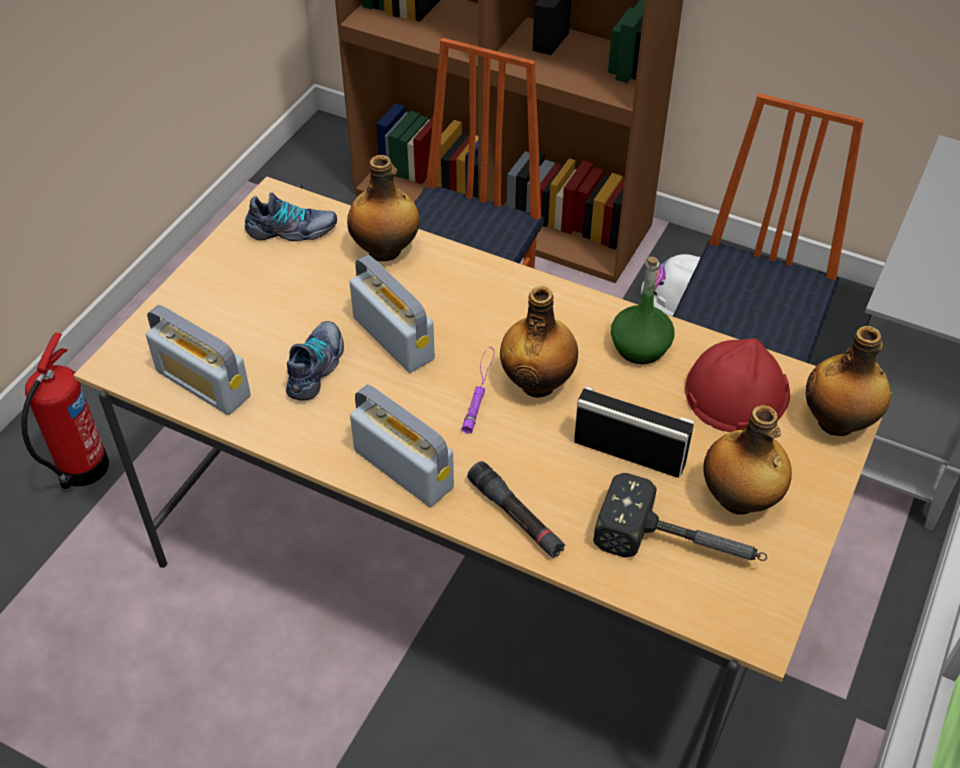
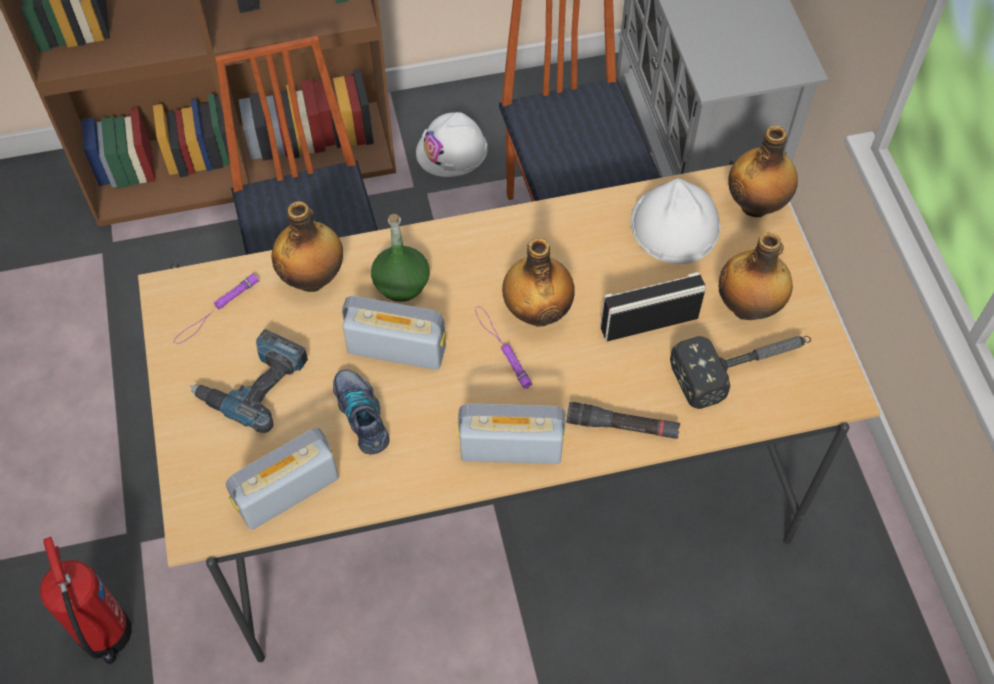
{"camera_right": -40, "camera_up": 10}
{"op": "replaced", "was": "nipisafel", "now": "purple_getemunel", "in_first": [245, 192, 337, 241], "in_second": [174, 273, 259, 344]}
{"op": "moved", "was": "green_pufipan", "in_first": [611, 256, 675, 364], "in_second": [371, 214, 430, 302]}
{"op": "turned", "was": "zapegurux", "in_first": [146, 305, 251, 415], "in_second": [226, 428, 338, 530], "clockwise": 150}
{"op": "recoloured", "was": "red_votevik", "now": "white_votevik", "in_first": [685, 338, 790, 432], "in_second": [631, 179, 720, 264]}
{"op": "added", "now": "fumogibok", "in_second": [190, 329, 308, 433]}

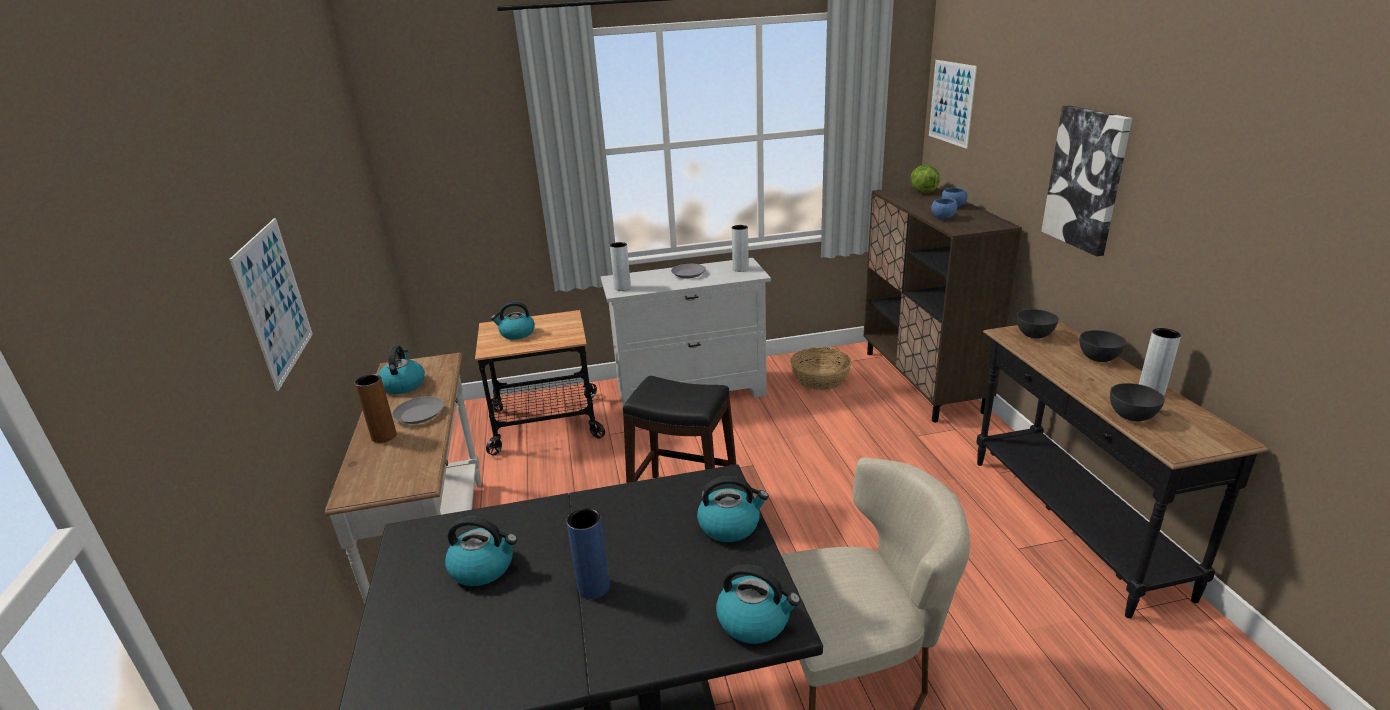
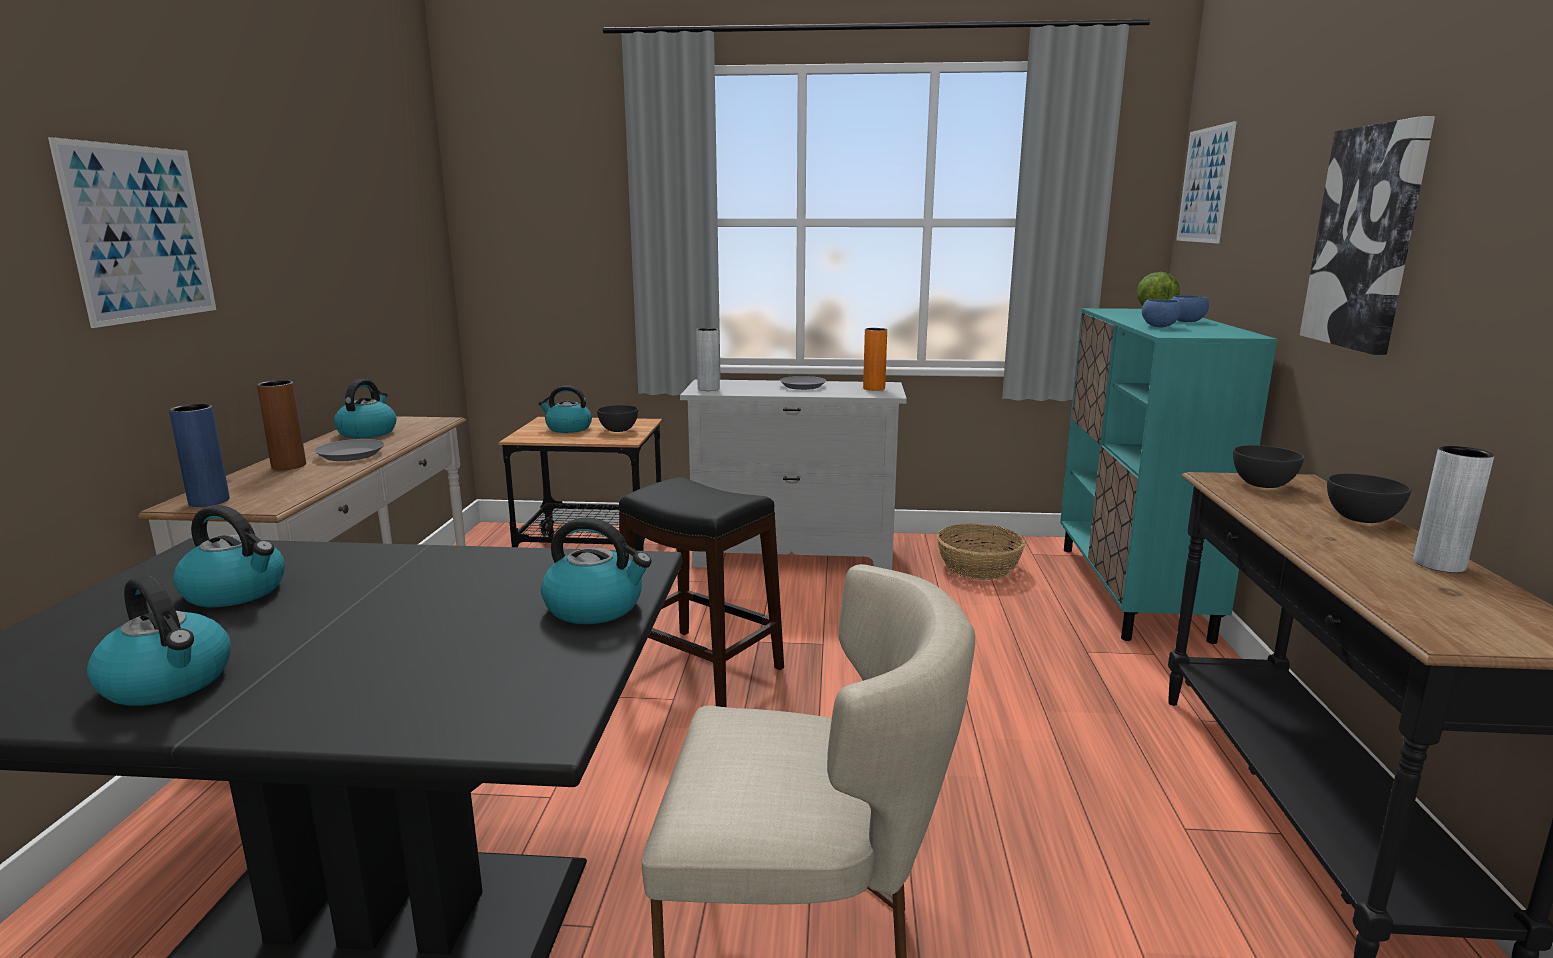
{"camera_right": 15, "camera_up": -10}
{"op": "recoloured", "was": "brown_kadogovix", "now": "turquoise_kadogovix", "in_first": [864, 186, 1022, 422], "in_second": [1060, 308, 1277, 644]}
{"op": "recoloured", "was": "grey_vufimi", "now": "orange_vufimi", "in_first": [731, 225, 749, 272], "in_second": [863, 328, 887, 391]}
{"op": "moved", "was": "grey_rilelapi", "in_first": [1110, 383, 1165, 421], "in_second": [597, 405, 638, 432]}
{"op": "moved", "was": "blue_vufimi", "in_first": [566, 508, 610, 599], "in_second": [169, 404, 230, 507]}
{"op": "moved", "was": "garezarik", "in_first": [716, 564, 800, 644], "in_second": [87, 575, 231, 706]}

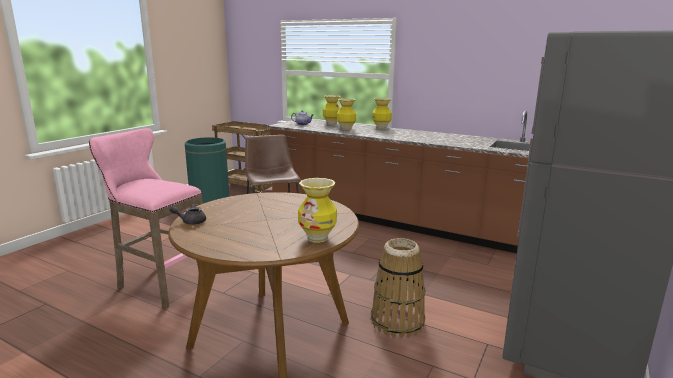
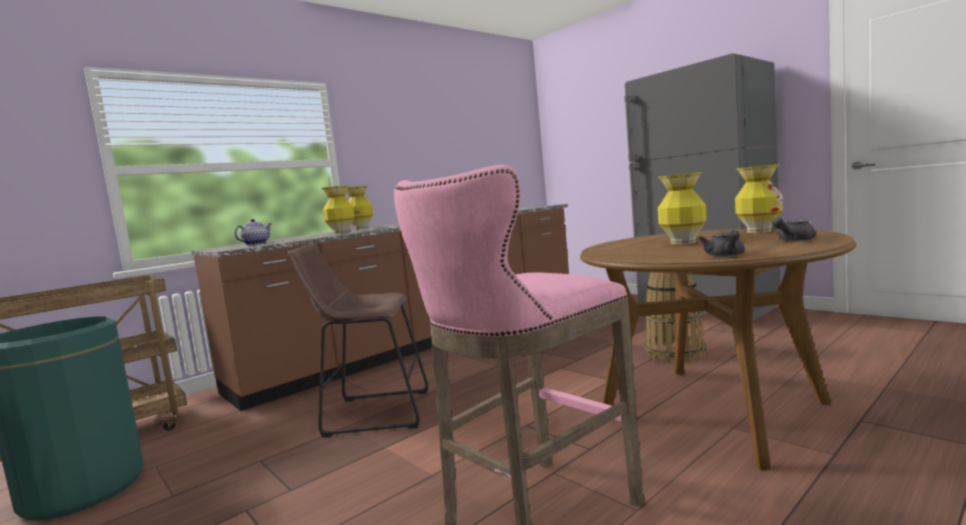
{"camera_right": -70, "camera_up": -10}
{"op": "moved", "was": "vufimi", "in_first": [323, 95, 341, 125], "in_second": [658, 172, 707, 244]}
{"op": "added", "now": "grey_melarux", "in_second": [772, 218, 816, 241]}

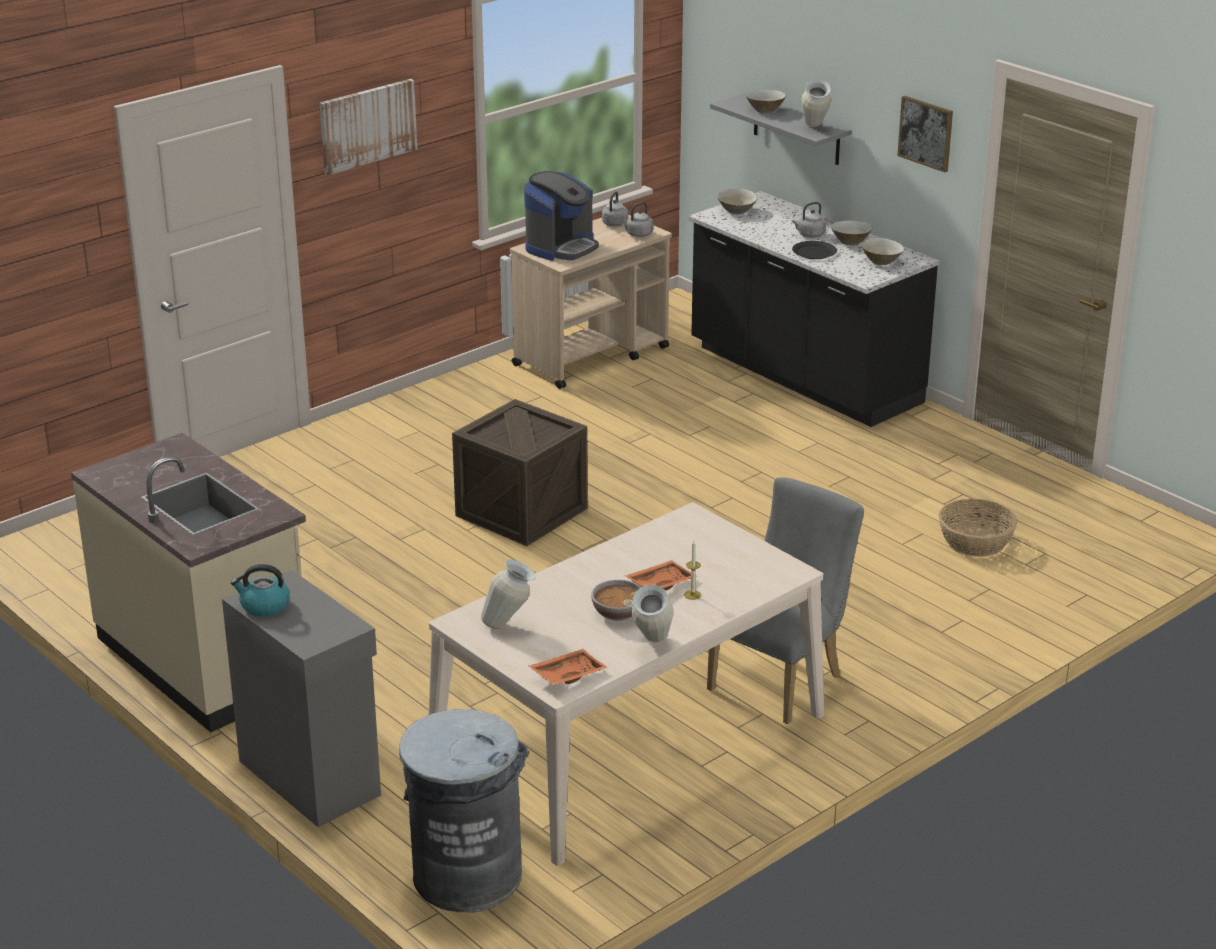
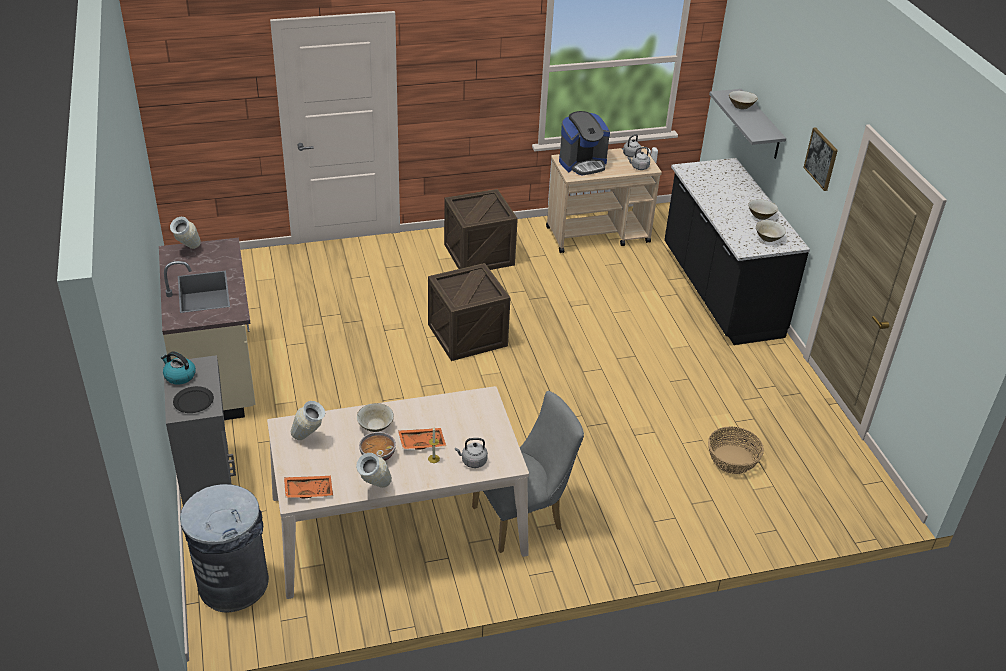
{"camera_right": 25, "camera_up": 10}
{"op": "removed", "was": "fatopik", "in_first": [320, 79, 417, 175]}
{"op": "moved", "was": "vufimi", "in_first": [801, 79, 831, 127], "in_second": [170, 217, 201, 249]}
{"op": "moved", "was": "beige_rilelapi", "in_first": [717, 189, 757, 214], "in_second": [357, 403, 394, 432]}
{"op": "moved", "was": "grey_garezarik", "in_first": [792, 202, 826, 238], "in_second": [455, 438, 488, 468]}
{"op": "moved", "was": "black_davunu", "in_first": [792, 241, 837, 259], "in_second": [173, 386, 214, 413]}
{"op": "added", "now": "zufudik", "in_second": [444, 189, 518, 270]}

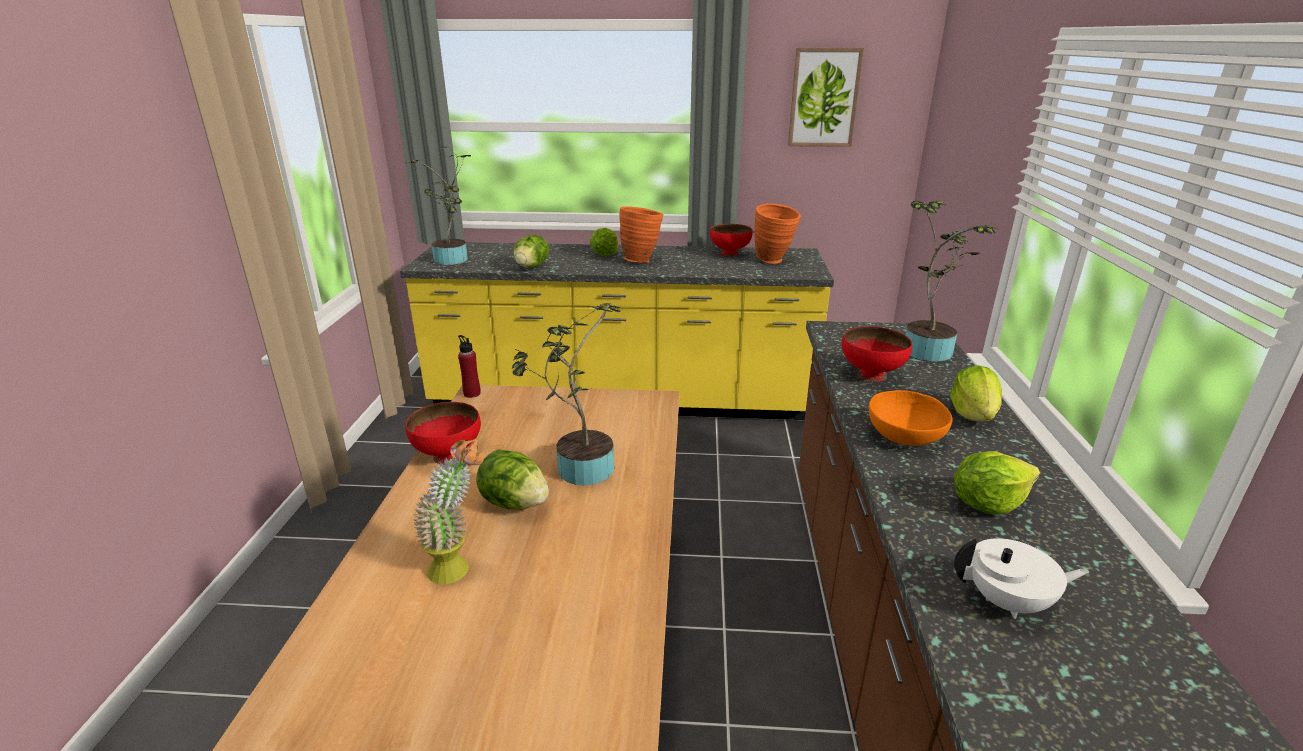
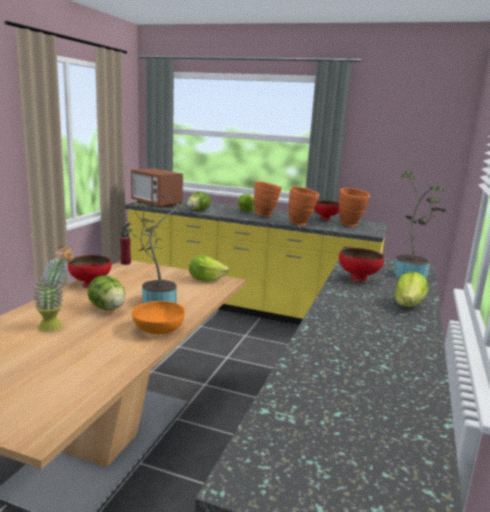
{"camera_right": 15, "camera_up": -10}
{"op": "removed", "was": "fatopik", "in_first": [788, 48, 864, 147]}
{"op": "replaced", "was": "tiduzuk", "now": "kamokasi", "in_first": [405, 146, 471, 265], "in_second": [131, 168, 183, 208]}
{"op": "moved", "was": "orange_rilelapi", "in_first": [869, 390, 952, 446], "in_second": [132, 301, 185, 334]}
{"op": "moved", "was": "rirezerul", "in_first": [954, 451, 1040, 515], "in_second": [189, 255, 229, 282]}
{"op": "removed", "was": "white_melarux", "in_first": [954, 538, 1089, 619]}
{"op": "added", "now": "orange_vufimi", "in_second": [289, 187, 320, 226]}

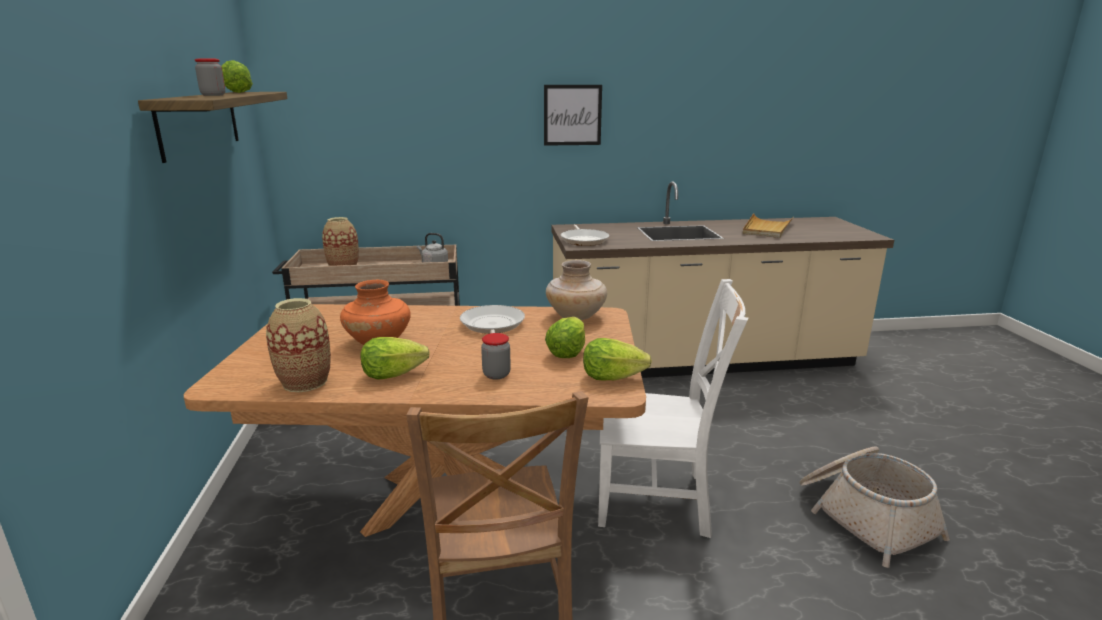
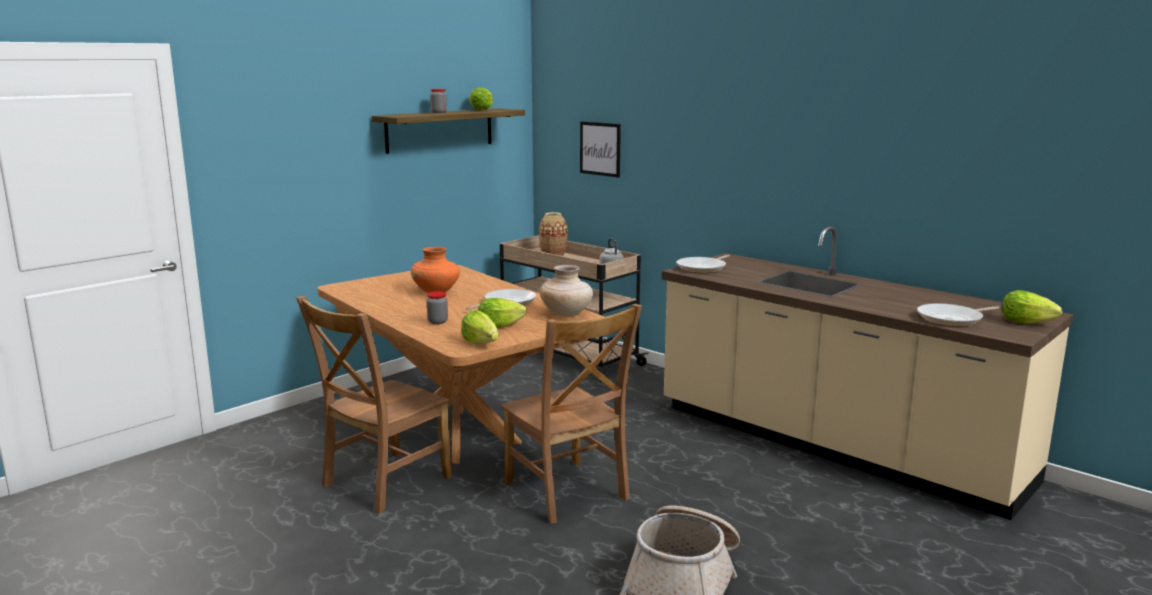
{"camera_right": 50, "camera_up": -5}
{"op": "moved", "was": "fatopik", "in_first": [544, 85, 602, 146], "in_second": [580, 121, 621, 177]}
{"op": "removed", "was": "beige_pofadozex", "in_first": [743, 213, 793, 238]}
{"op": "recoloured", "was": "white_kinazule", "now": "brown_kinazule", "in_first": [598, 279, 748, 538], "in_second": [501, 304, 642, 524]}
{"op": "removed", "was": "vufimi", "in_first": [266, 298, 331, 392]}
{"op": "moved", "was": "rirezerul", "in_first": [360, 337, 430, 380], "in_second": [1002, 290, 1062, 324]}
{"op": "added", "now": "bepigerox", "in_second": [917, 303, 999, 327]}

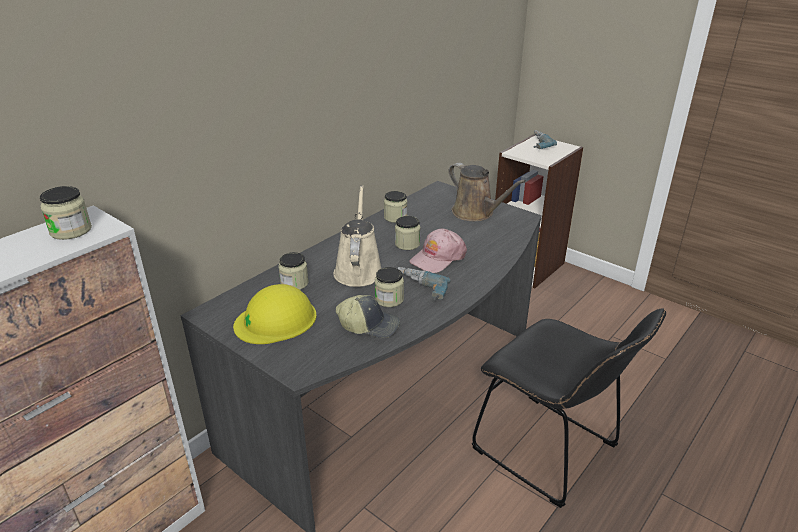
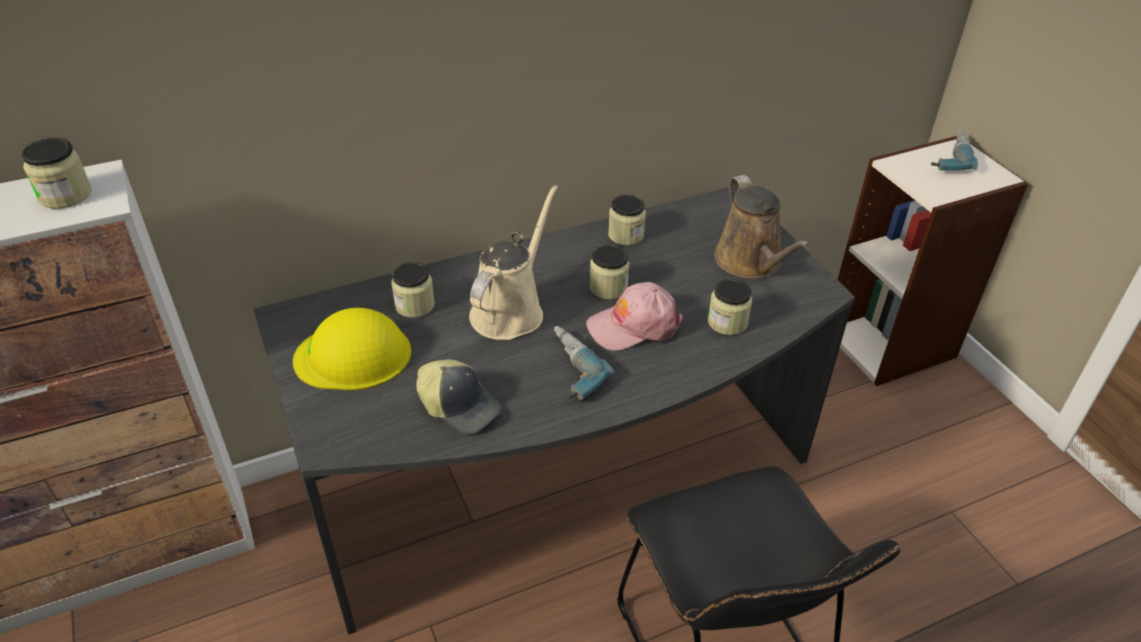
{"camera_right": 25, "camera_up": 10}
{"op": "moved", "was": "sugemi", "in_first": [375, 267, 404, 307], "in_second": [708, 279, 752, 335]}

